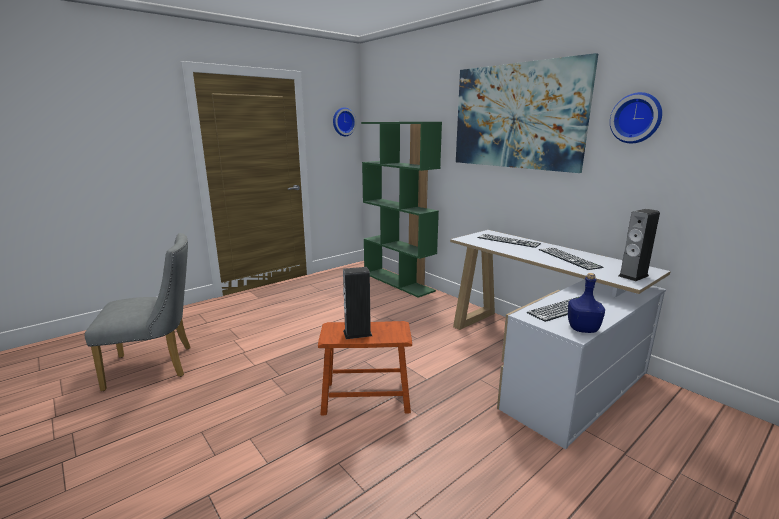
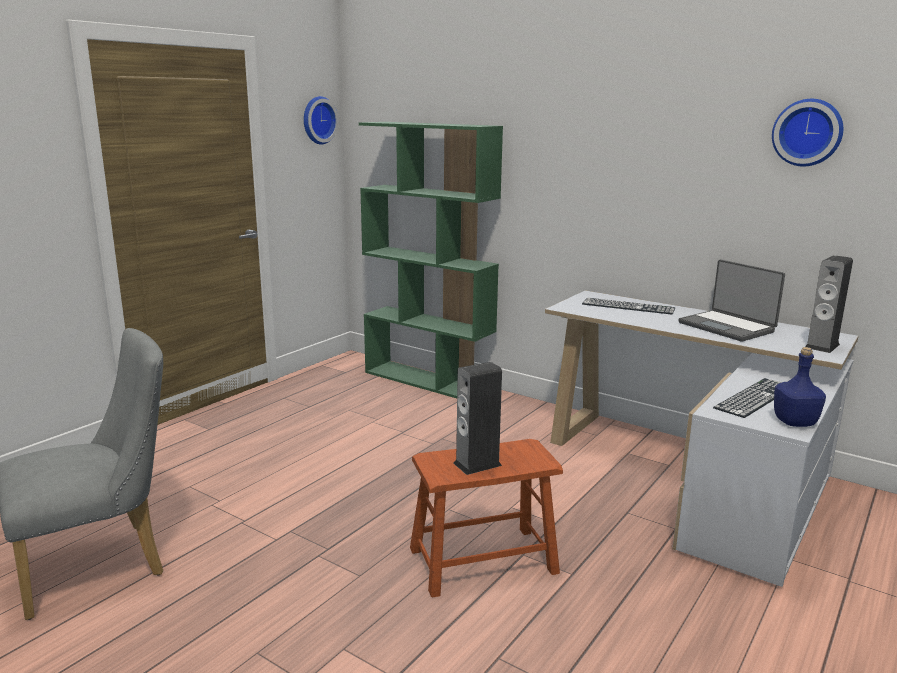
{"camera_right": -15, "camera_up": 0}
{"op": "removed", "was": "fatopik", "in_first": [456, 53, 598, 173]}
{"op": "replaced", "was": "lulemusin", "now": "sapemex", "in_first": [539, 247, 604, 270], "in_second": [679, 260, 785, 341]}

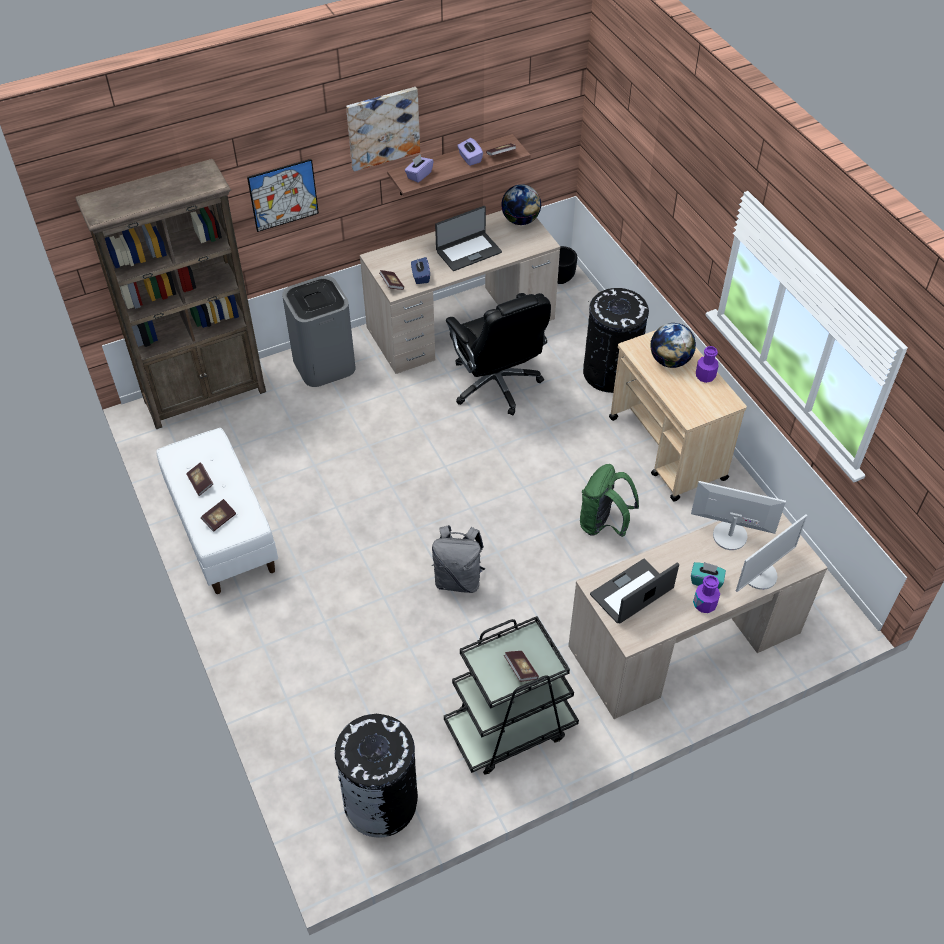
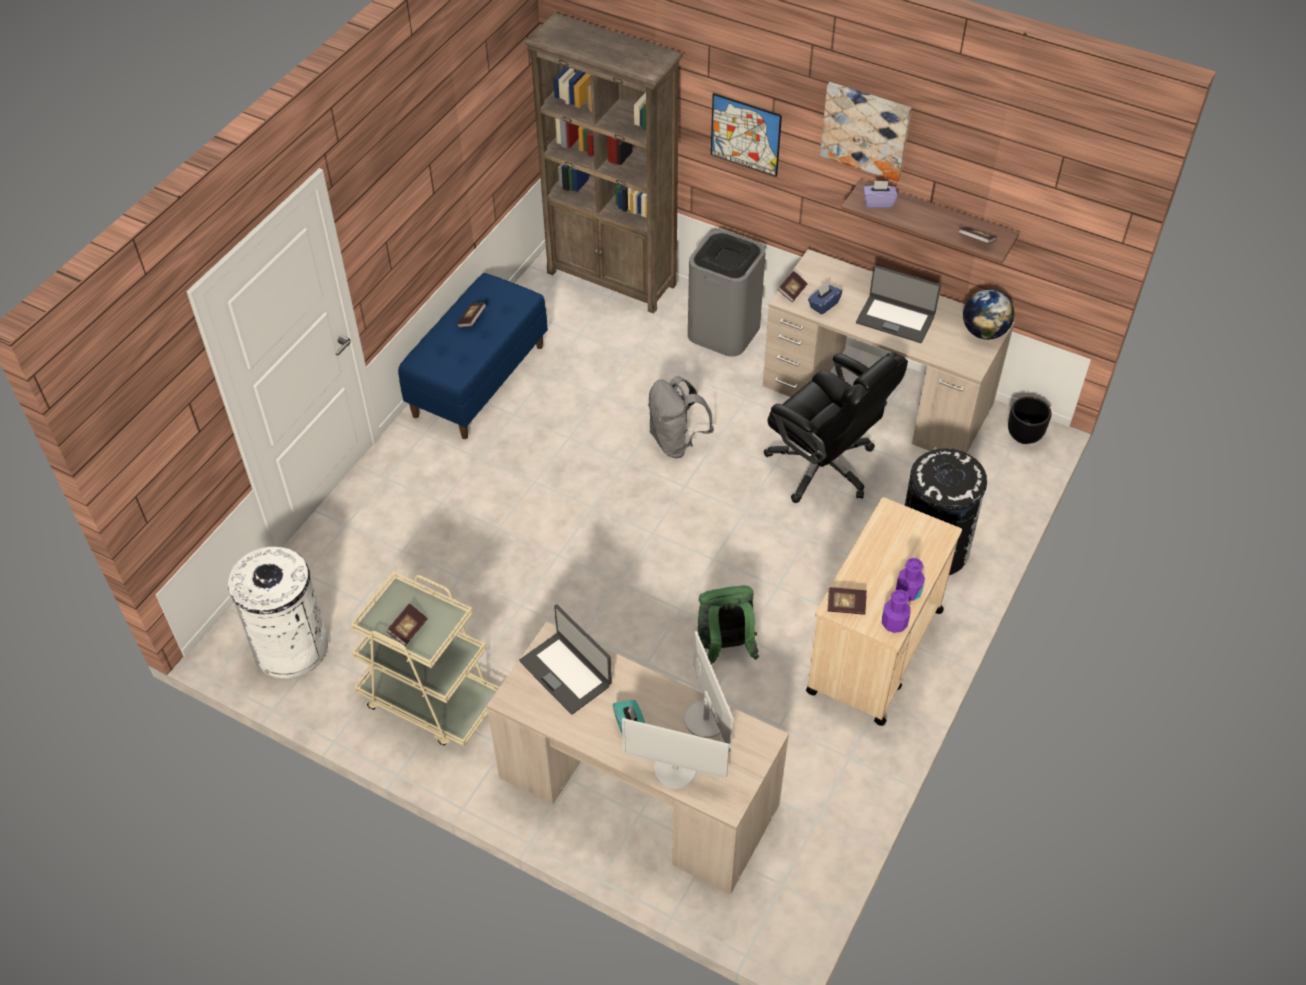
{"camera_right": 55, "camera_up": 0}
{"op": "removed", "was": "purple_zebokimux", "in_first": [457, 138, 483, 166]}
{"op": "turned", "was": "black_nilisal", "in_first": [446, 293, 551, 416], "in_second": [764, 352, 908, 503], "clockwise": -75}
{"op": "removed", "was": "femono", "in_first": [650, 323, 696, 368]}
{"op": "recoloured", "was": "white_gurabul", "now": "blue_gurabul", "in_first": [156, 428, 278, 594], "in_second": [398, 273, 548, 439]}
{"op": "moved", "was": "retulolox", "in_first": [201, 499, 236, 532], "in_second": [828, 587, 867, 615]}
{"op": "moved", "was": "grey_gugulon", "in_first": [432, 525, 485, 593], "in_second": [648, 376, 714, 458]}
{"op": "turned", "was": "sapemex", "in_first": [590, 559, 679, 624], "in_second": [519, 604, 612, 715], "clockwise": -150}
{"op": "moved", "was": "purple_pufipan", "in_first": [693, 575, 720, 613], "in_second": [882, 589, 911, 633]}
{"op": "recoloured", "was": "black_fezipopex", "now": "beige_fezipopex", "in_first": [444, 616, 579, 775], "in_second": [351, 572, 499, 746]}
{"op": "recoloured", "was": "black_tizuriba", "now": "white_tizuriba", "in_first": [335, 714, 418, 838], "in_second": [228, 546, 328, 678]}

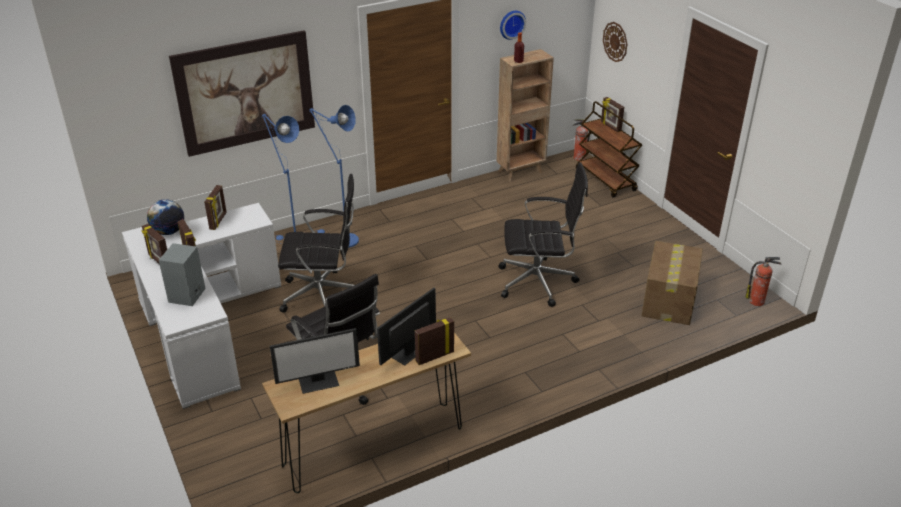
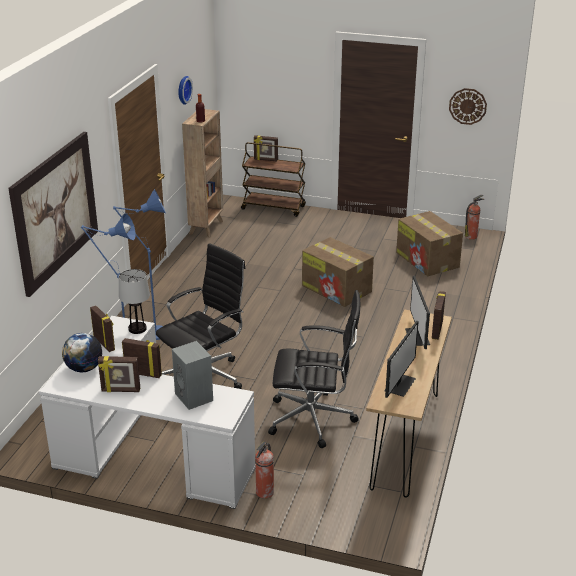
{"camera_right": -45, "camera_up": -5}
{"op": "moved", "was": "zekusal", "in_first": [603, 22, 627, 62], "in_second": [449, 88, 487, 125]}
{"op": "moved", "was": "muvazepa", "in_first": [573, 119, 590, 161], "in_second": [255, 442, 274, 499]}
{"op": "replaced", "was": "black_nilisal", "now": "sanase", "in_first": [498, 162, 588, 307], "in_second": [302, 237, 374, 307]}
{"op": "added", "now": "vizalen", "in_second": [119, 269, 150, 334]}

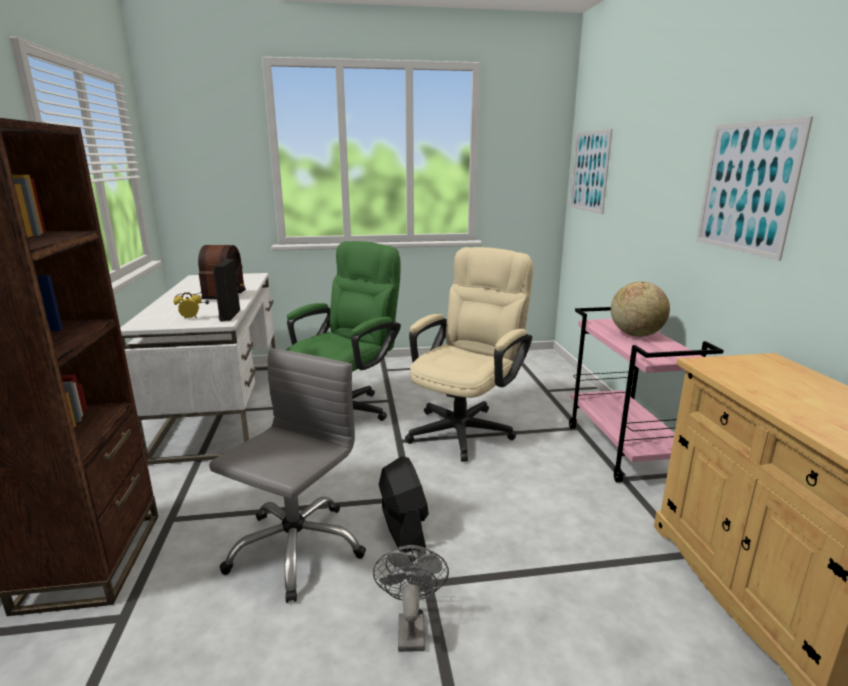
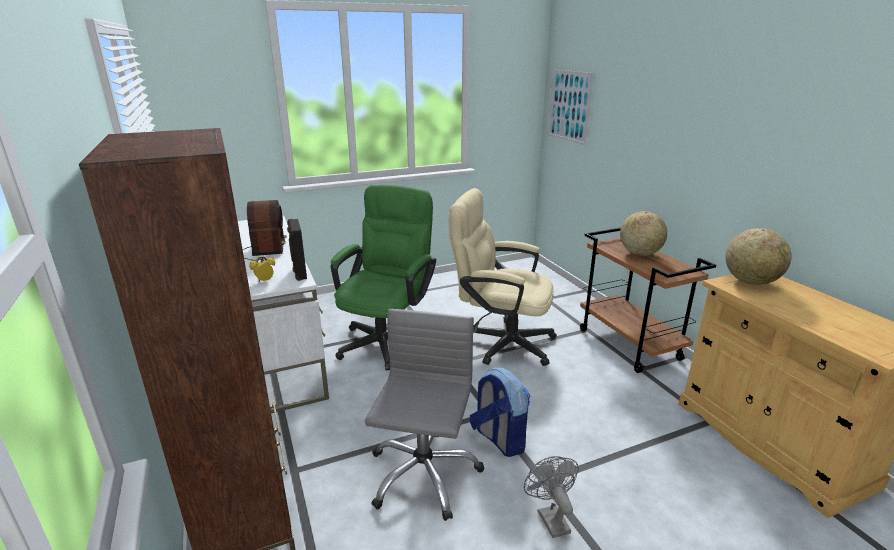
{"camera_right": -15, "camera_up": 5}
{"op": "removed", "was": "fatopik", "in_first": [696, 116, 813, 261]}
{"op": "turned", "was": "beige_nilisal", "in_first": [405, 247, 533, 462], "in_second": [449, 188, 557, 366], "clockwise": -90}
{"op": "recoloured", "was": "pink_fezipopex", "now": "brown_fezipopex", "in_first": [569, 307, 724, 483], "in_second": [580, 228, 716, 373]}
{"op": "replaced", "was": "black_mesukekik", "now": "gugulon", "in_first": [379, 456, 429, 553], "in_second": [470, 367, 530, 457]}
{"op": "added", "now": "femono", "in_second": [725, 228, 791, 285]}

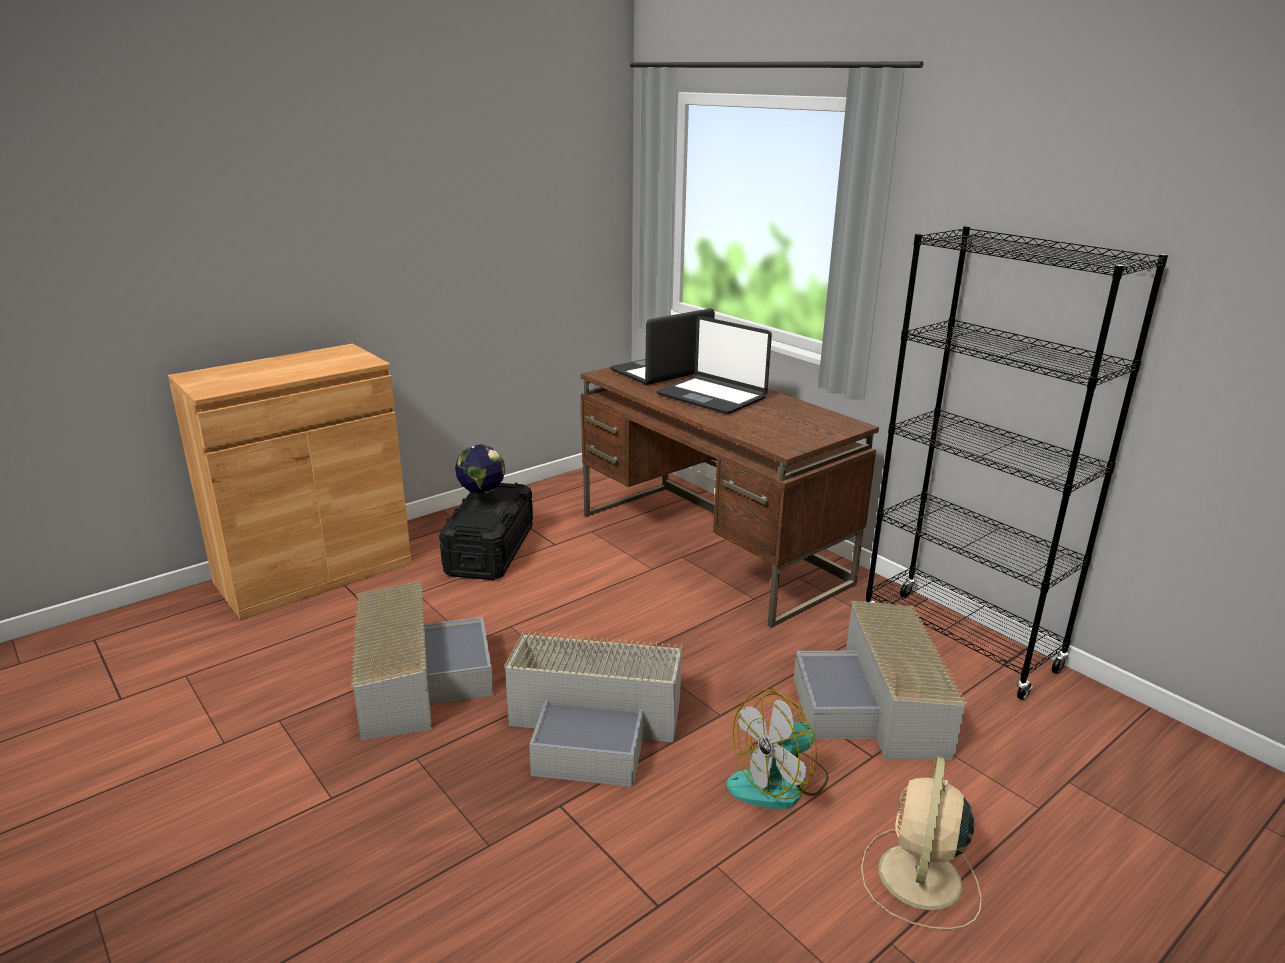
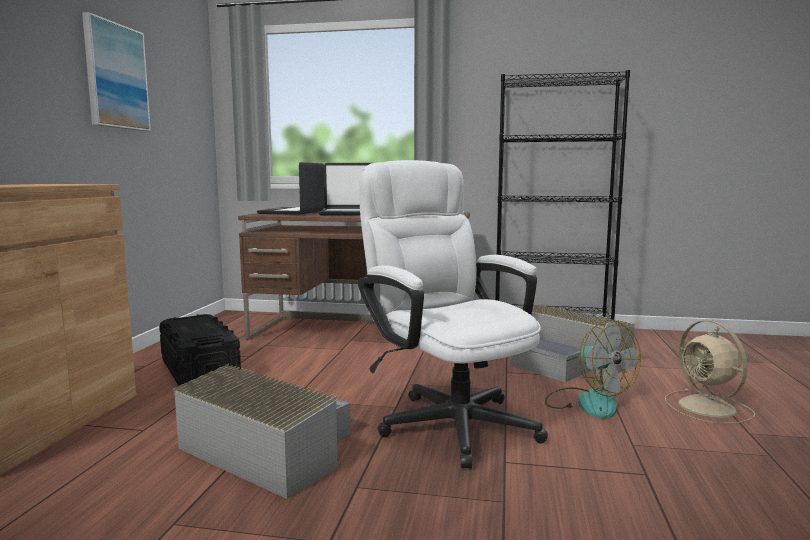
{"camera_right": -40, "camera_up": -15}
{"op": "removed", "was": "femono", "in_first": [455, 444, 505, 511]}
{"op": "replaced", "was": "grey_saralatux", "now": "white_nilisal", "in_first": [505, 631, 682, 787], "in_second": [358, 160, 548, 469]}
{"op": "turned", "was": "mesukekik", "in_first": [726, 689, 829, 809], "in_second": [545, 320, 641, 419], "clockwise": -45}
{"op": "added", "now": "fatopik", "in_second": [82, 12, 151, 131]}

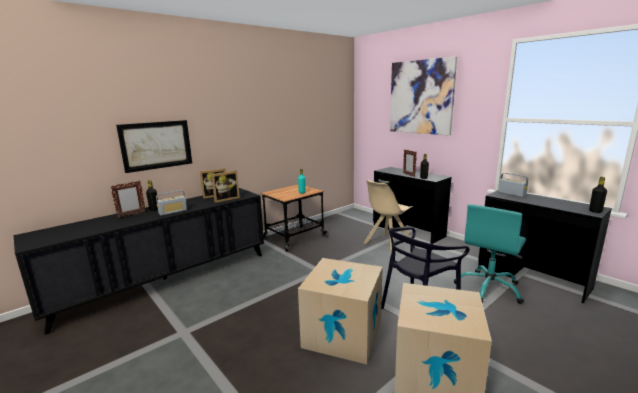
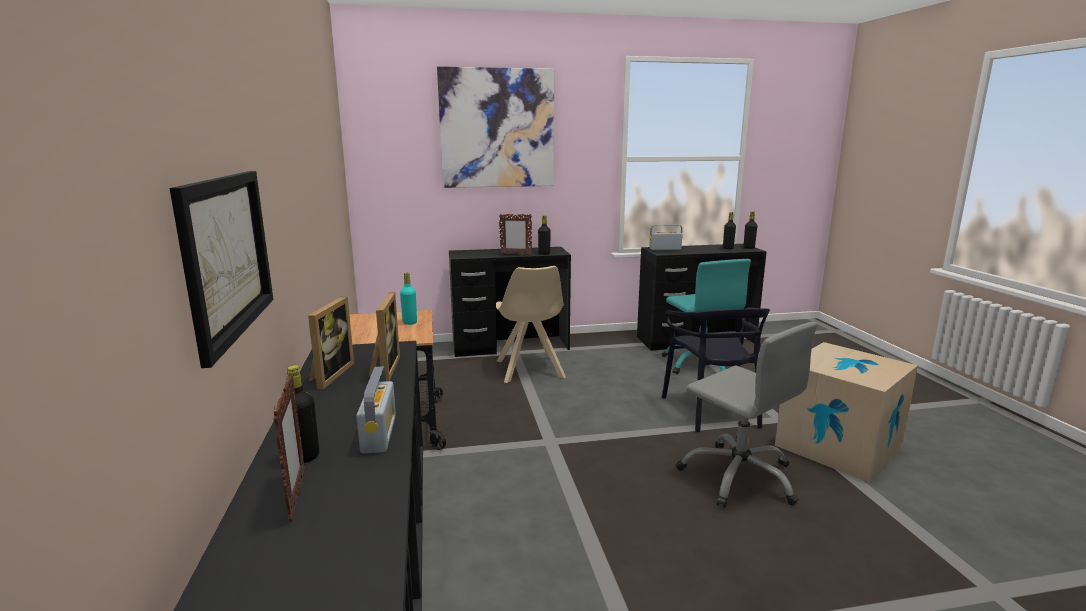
{"camera_right": -60, "camera_up": 0}
{"op": "replaced", "was": "sanase", "now": "grey_nilisal", "in_first": [298, 258, 383, 364], "in_second": [677, 322, 817, 507]}
{"op": "added", "now": "black_pufipan", "in_second": [723, 212, 736, 250]}

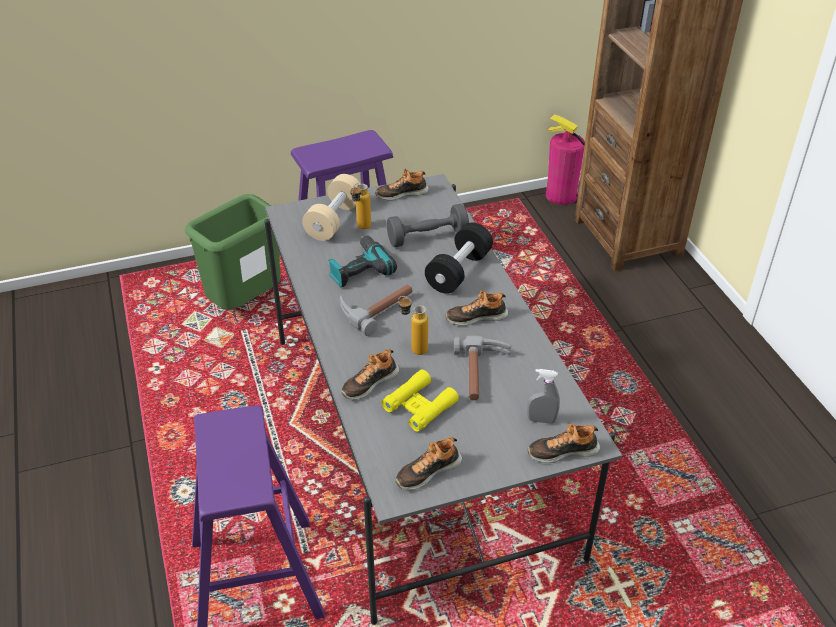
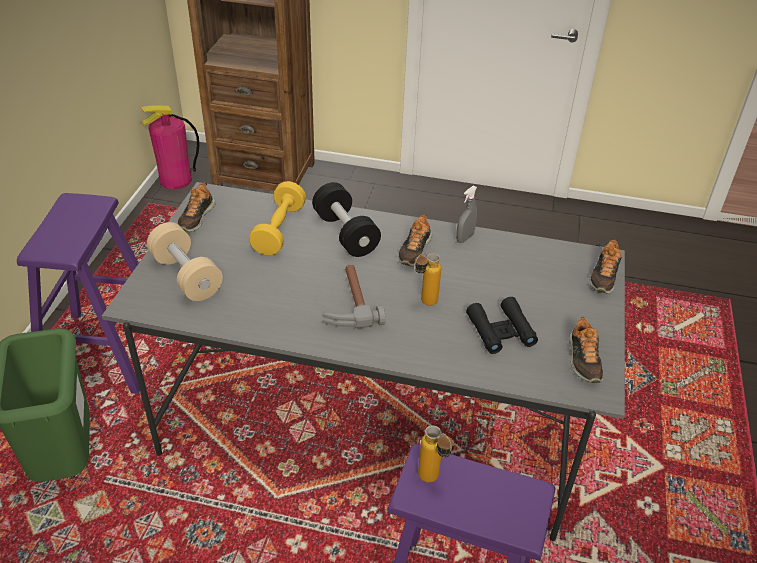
{"camera_right": -60, "camera_up": 0}
{"op": "moved", "was": "pufipan", "in_first": [350, 184, 371, 229], "in_second": [418, 425, 454, 482]}
{"op": "recoloured", "was": "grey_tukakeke", "now": "yellow_tukakeke", "in_first": [387, 204, 469, 247], "in_second": [249, 181, 306, 255]}
{"op": "removed", "was": "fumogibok", "in_first": [328, 235, 397, 287]}
{"op": "removed", "was": "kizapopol", "in_first": [454, 336, 512, 400]}
{"op": "removed", "was": "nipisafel", "in_first": [341, 349, 399, 400]}
{"op": "recoloured", "was": "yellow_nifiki", "now": "black_nifiki", "in_first": [382, 369, 459, 432], "in_second": [466, 297, 538, 354]}
{"op": "moved", "was": "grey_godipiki", "in_first": [527, 369, 560, 424], "in_second": [456, 186, 477, 243]}

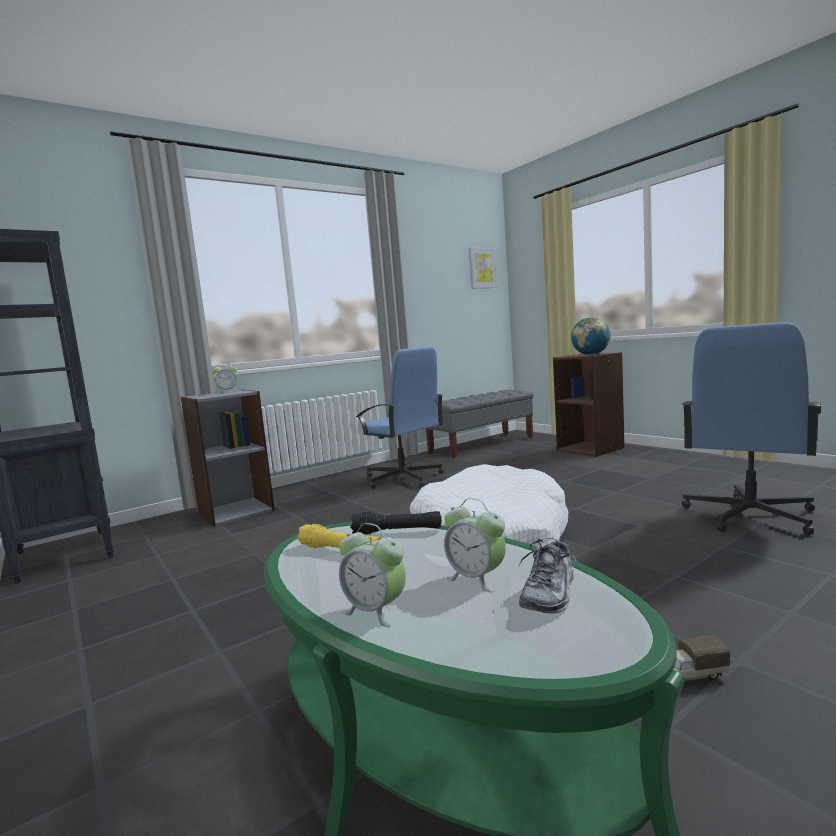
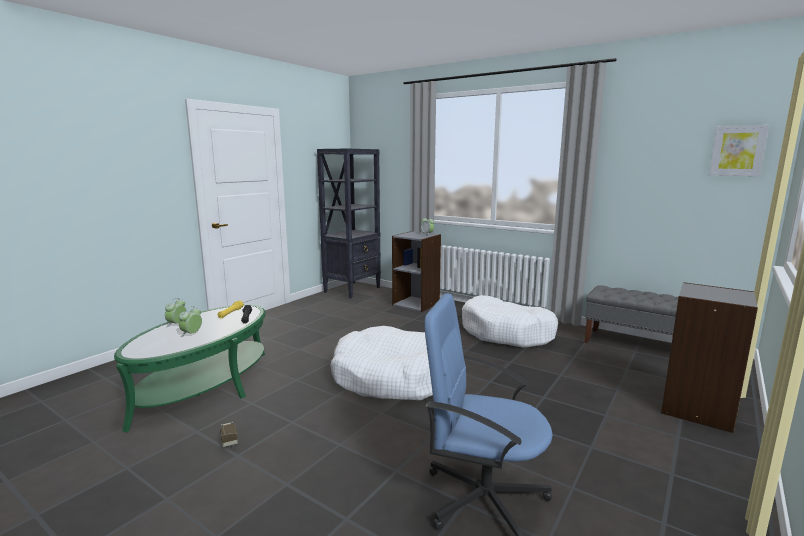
{"camera_right": 70, "camera_up": 5}
{"op": "removed", "was": "femono", "in_first": [571, 317, 610, 355]}
{"op": "replaced", "was": "blue_nilisal", "now": "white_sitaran", "in_first": [356, 347, 444, 489], "in_second": [462, 295, 558, 348]}
{"op": "recoloured", "was": "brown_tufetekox", "now": "grey_tufetekox", "in_first": [553, 352, 625, 457], "in_second": [661, 282, 758, 433]}
{"op": "removed", "was": "nipisafel", "in_first": [519, 538, 577, 614]}

